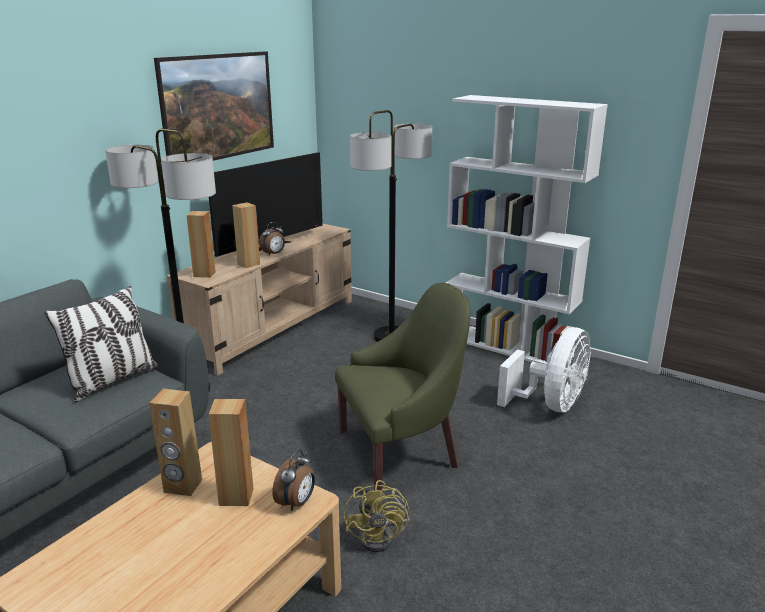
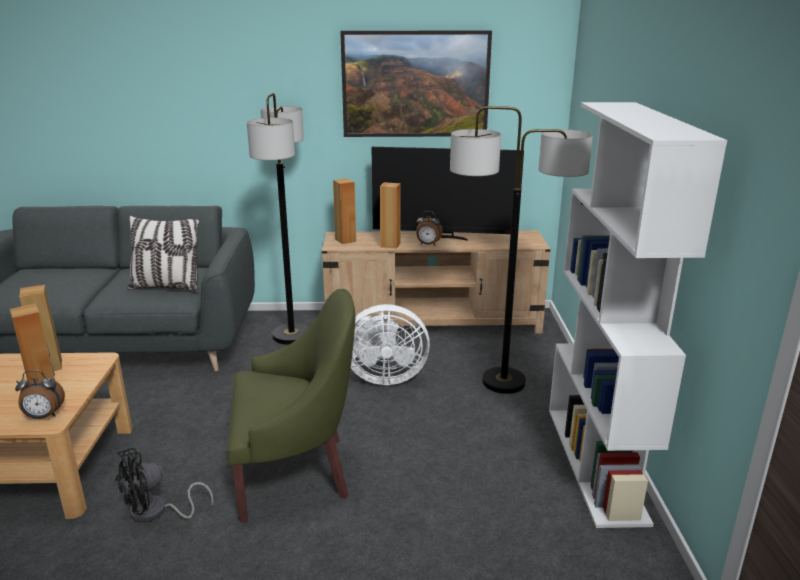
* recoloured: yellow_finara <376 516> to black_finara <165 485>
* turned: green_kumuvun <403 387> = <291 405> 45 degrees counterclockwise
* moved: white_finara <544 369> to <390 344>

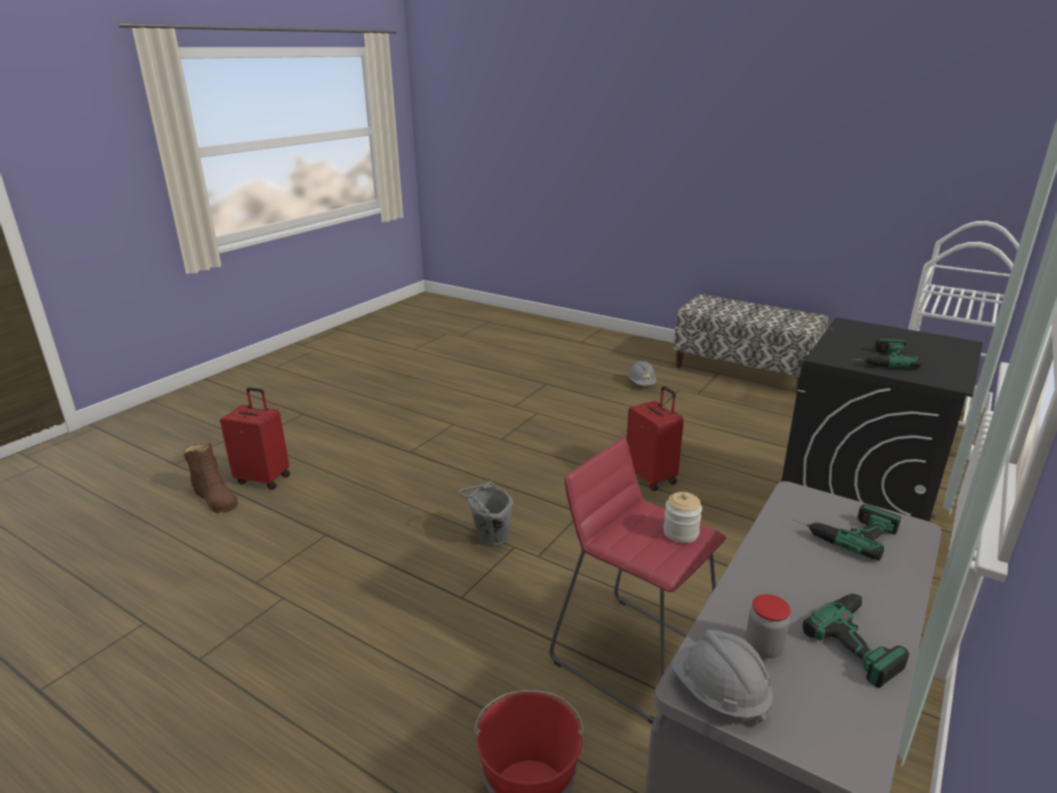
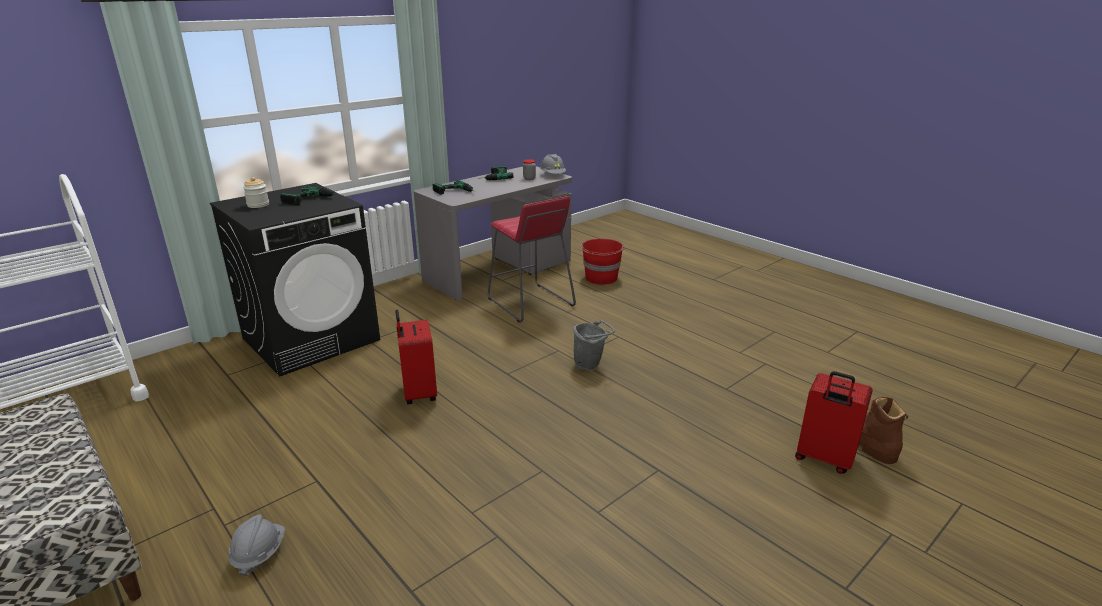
* moved: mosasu <682 517> to <256 192>

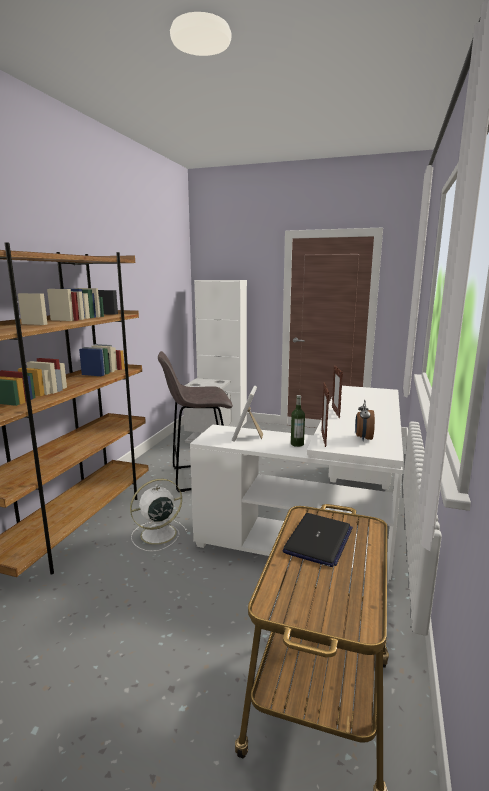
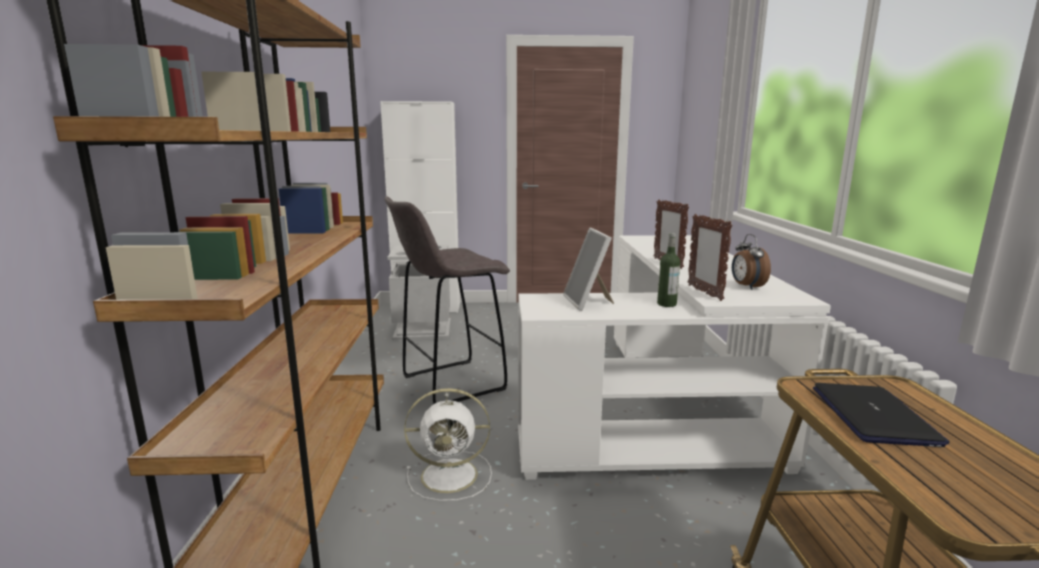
* turned: white_finara <159 515> = <448 444> 135 degrees counterclockwise

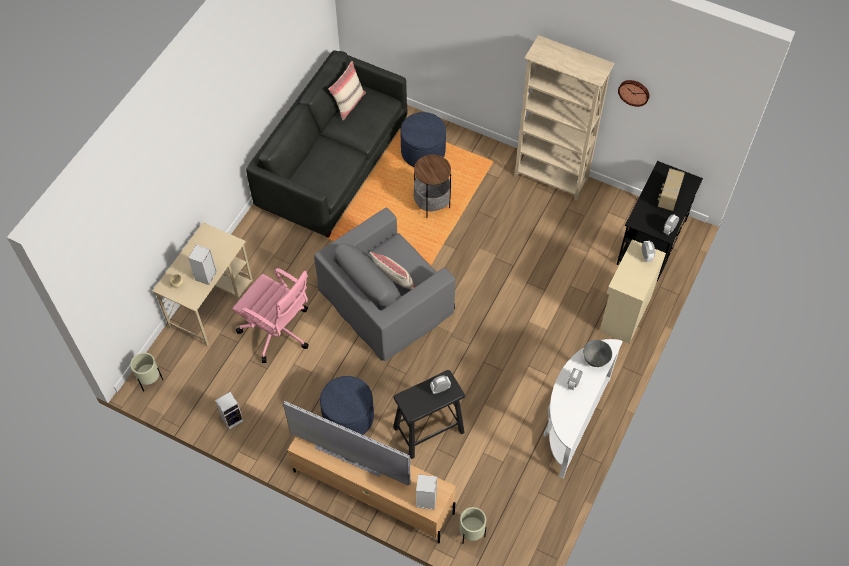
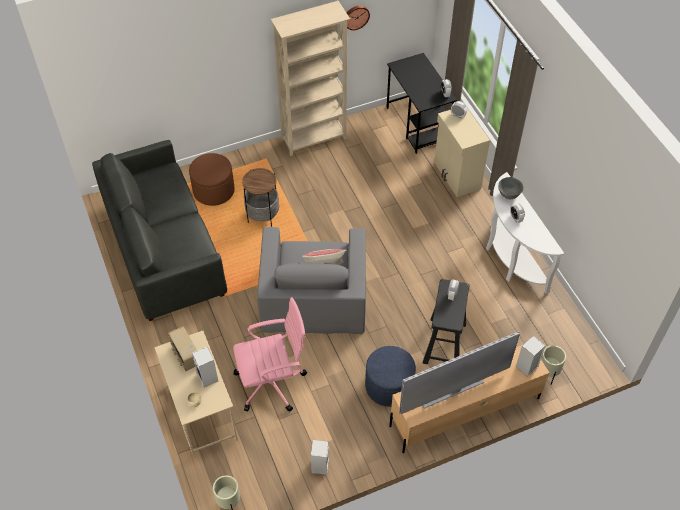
* moved: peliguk <671 189> to <182 348>
* recoloured: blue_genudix <423 139> to brown_genudix <212 179>
* removed: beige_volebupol <347 91>

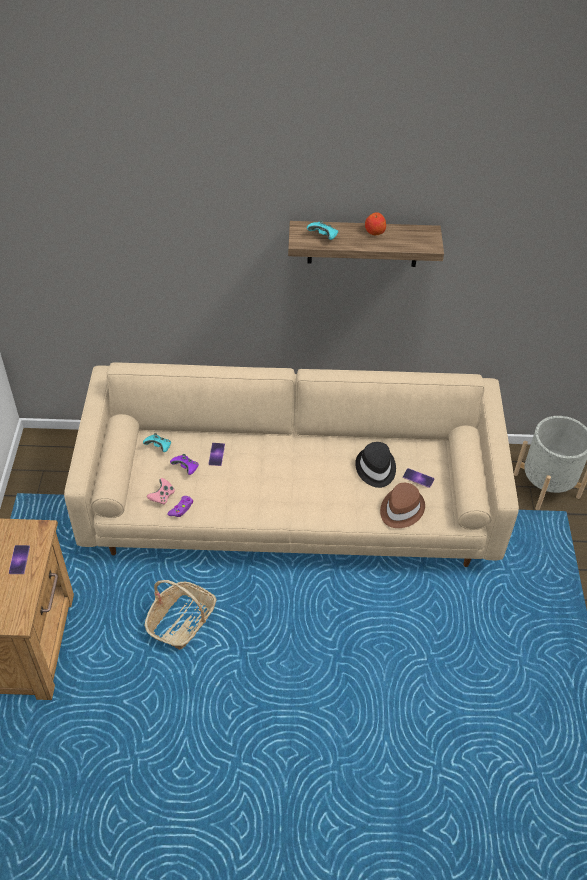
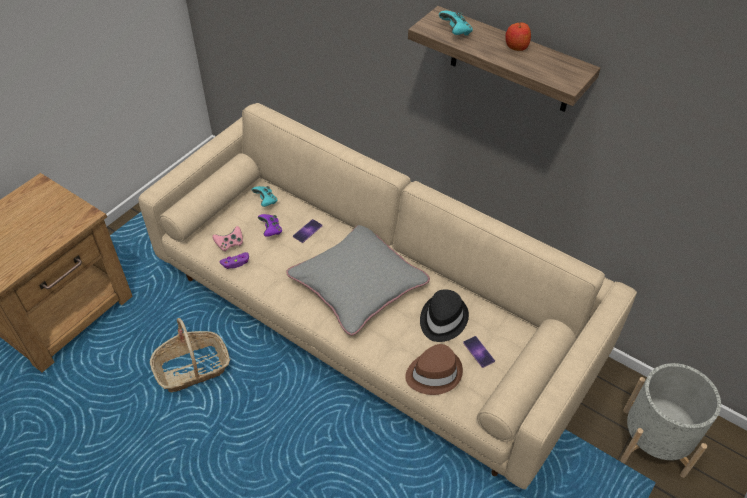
* added: grey_volebupol <358 280>
* removed: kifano <19 559>

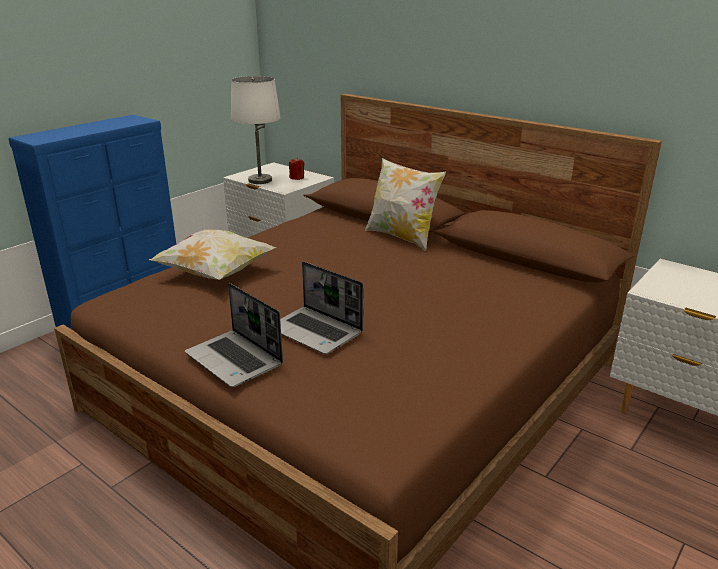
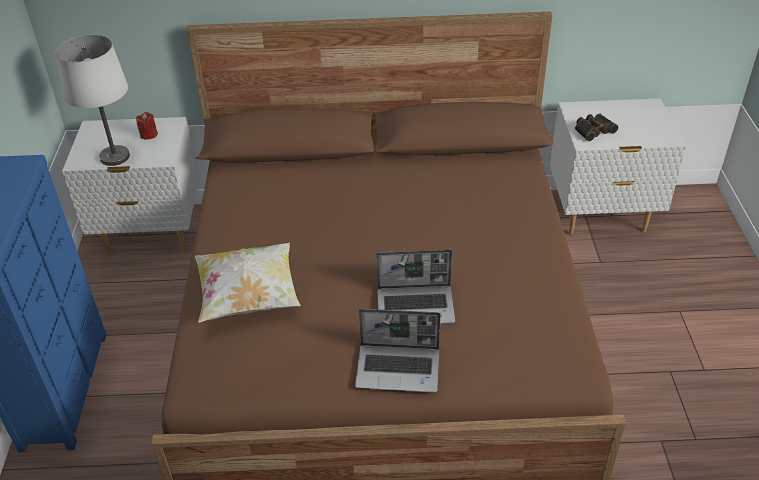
* added: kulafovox <596 127>
* removed: volebupol <405 204>

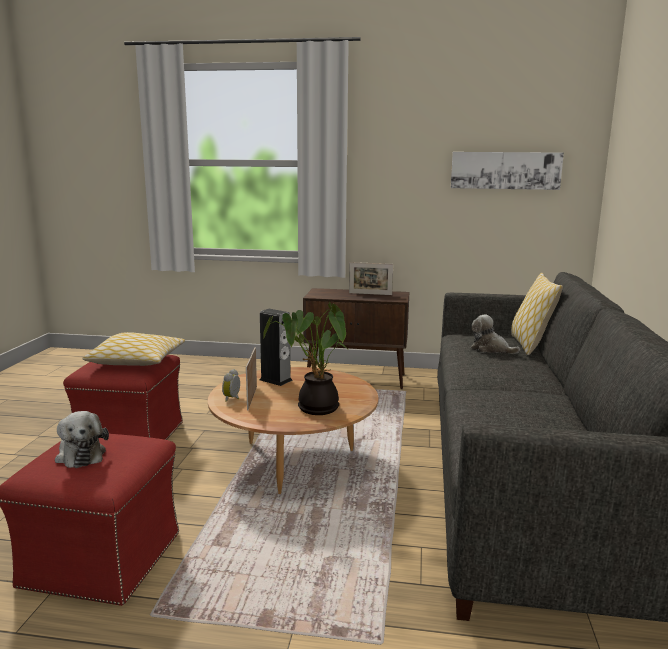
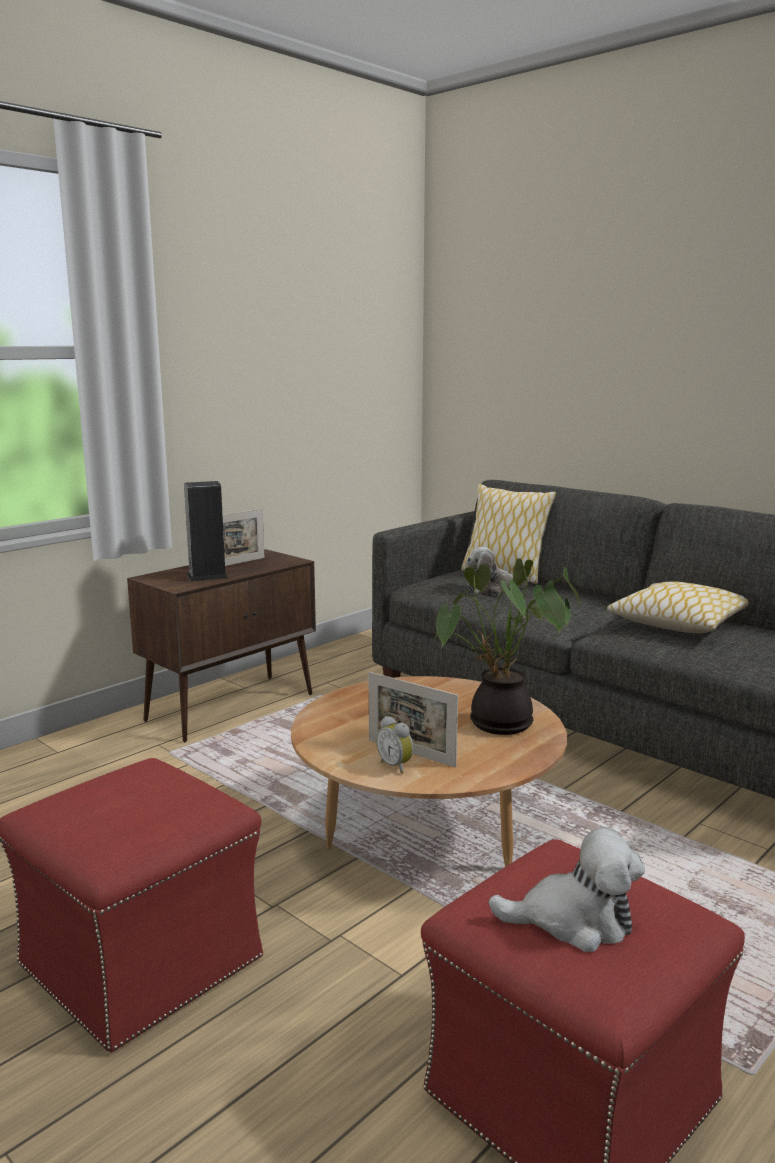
* moved: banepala <276 347> to <206 531>
* moved: volebupol <133 349> to <678 607>
* removed: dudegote <507 171>

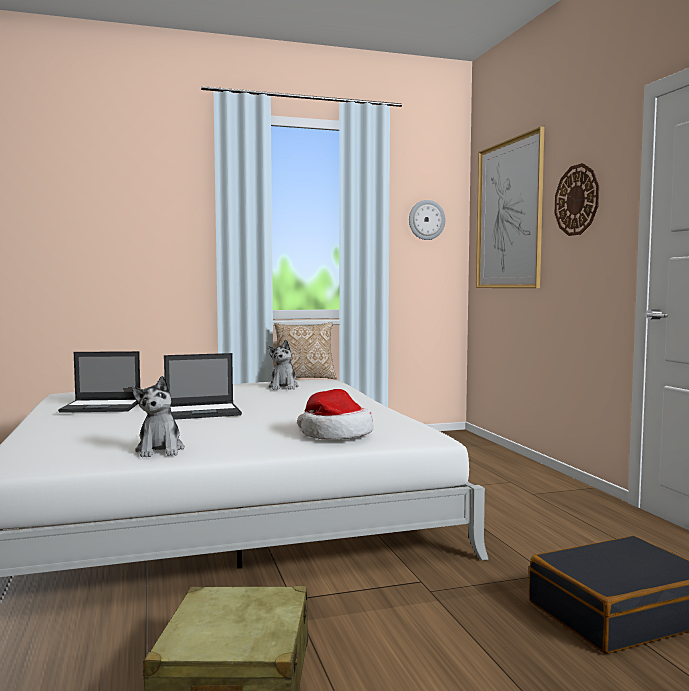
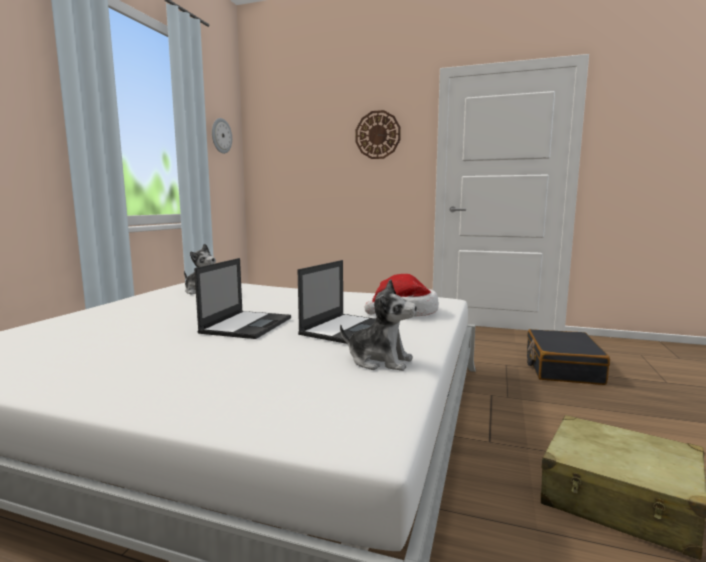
* moved: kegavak <99 382> to <337 302>
* removed: volebupol <305 350>
* removed: dudegote <510 207>

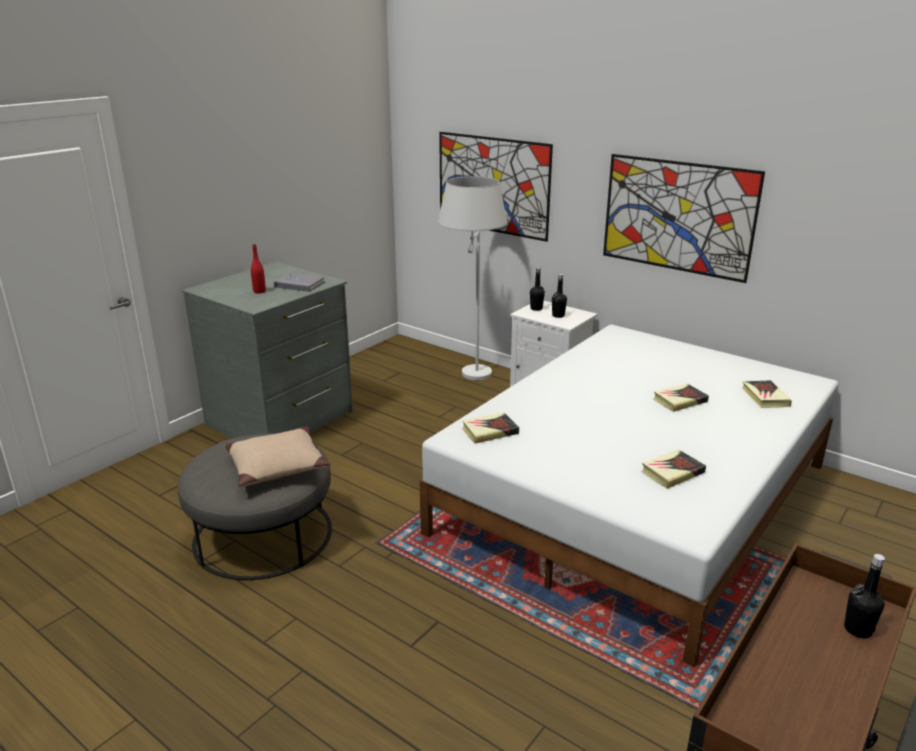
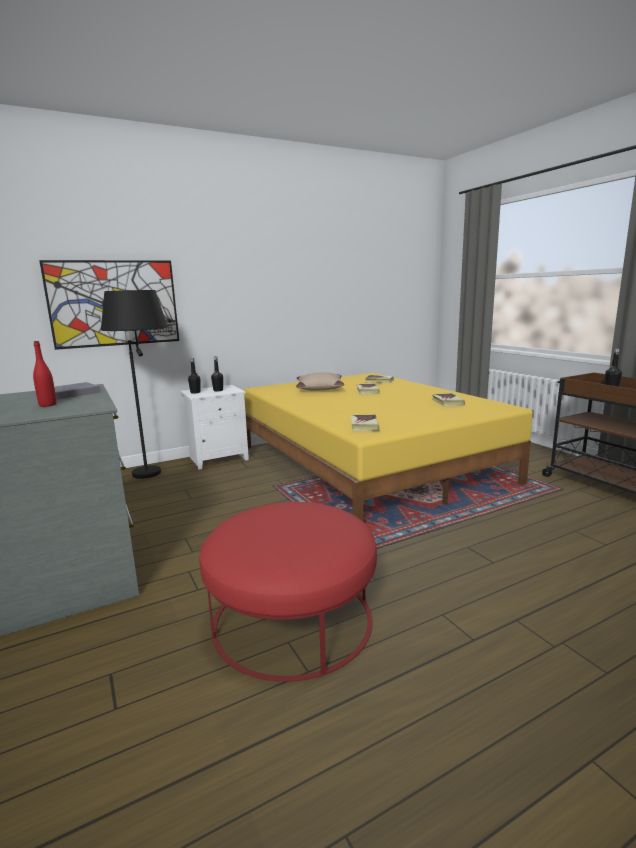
* recoloured: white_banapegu <472 278> to black_banapegu <134 384>
* recoloured: grey_genudix <255 507> to red_genudix <288 592>
* recoloured: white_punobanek <628 496> to yellow_punobanek <388 447>
* moved: beige_volebupol <278 457> to <320 381>
* removed: dudegote <684 218>

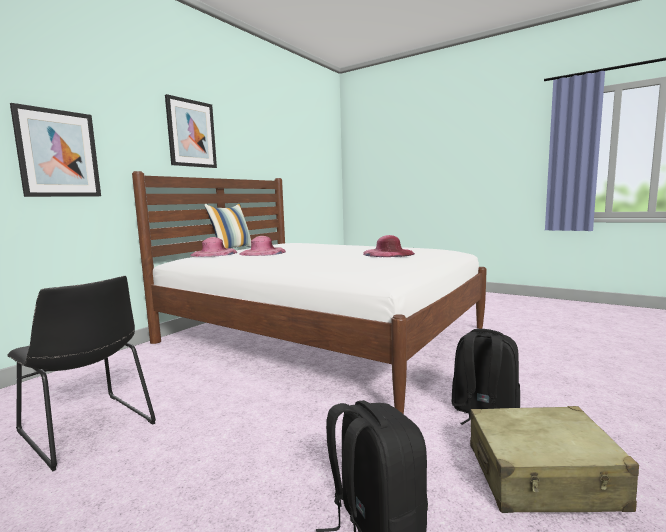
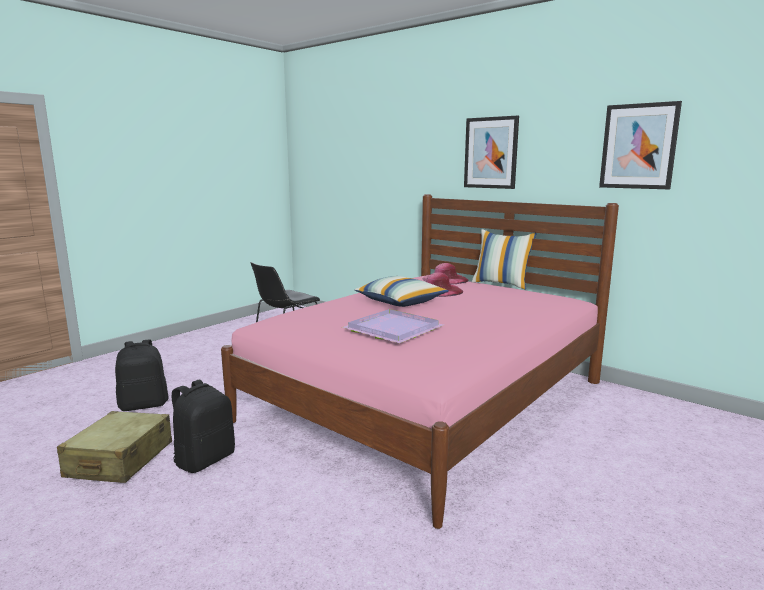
* recoloured: white_punobanek <309 292> to pink_punobanek <420 361>
* replaced: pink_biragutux <389 246> to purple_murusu <392 326>
* added: volebupol <401 291>
* moved: dudegote <55 150> to <640 145>

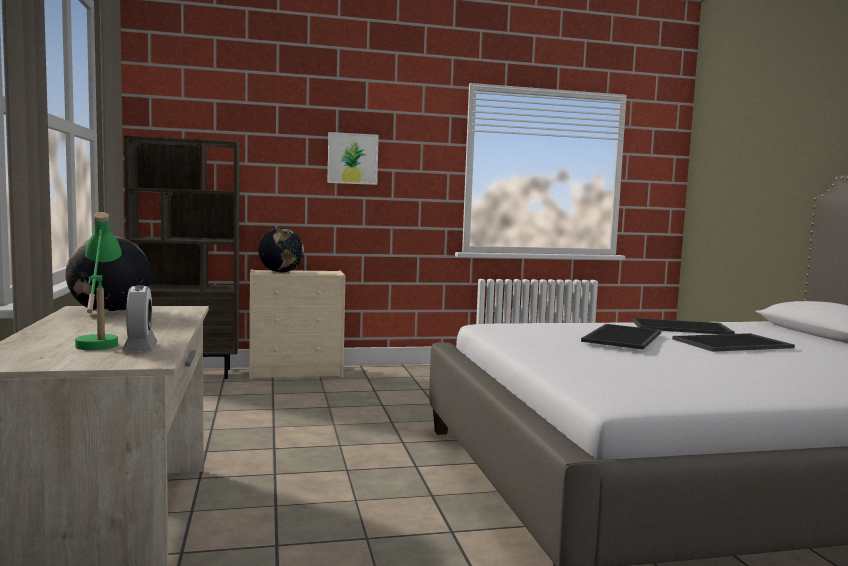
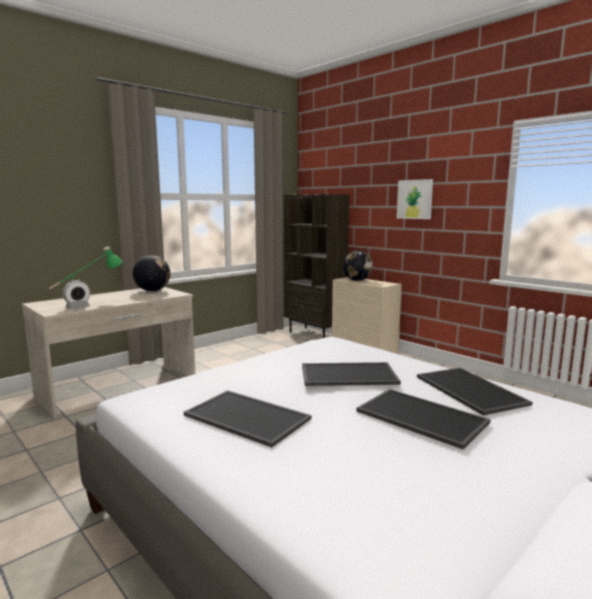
* added: murusu <247 418>

